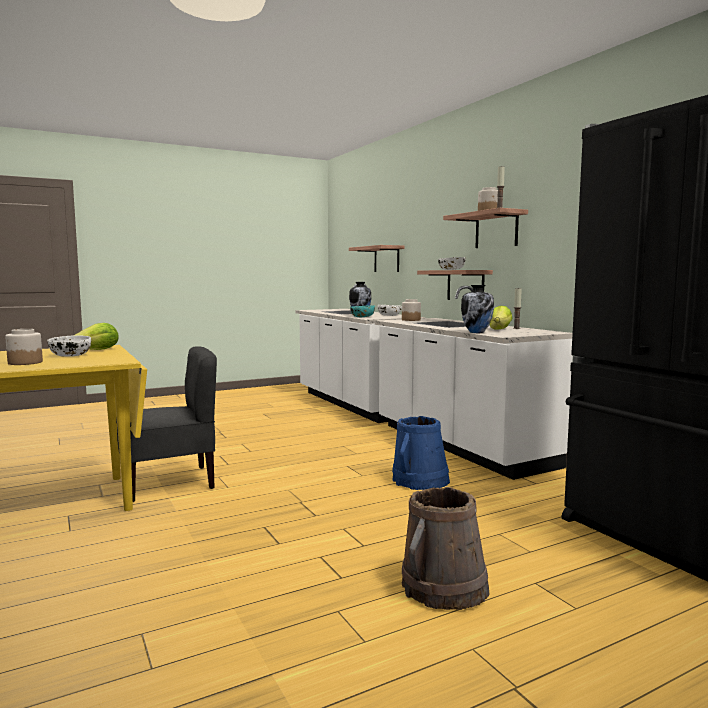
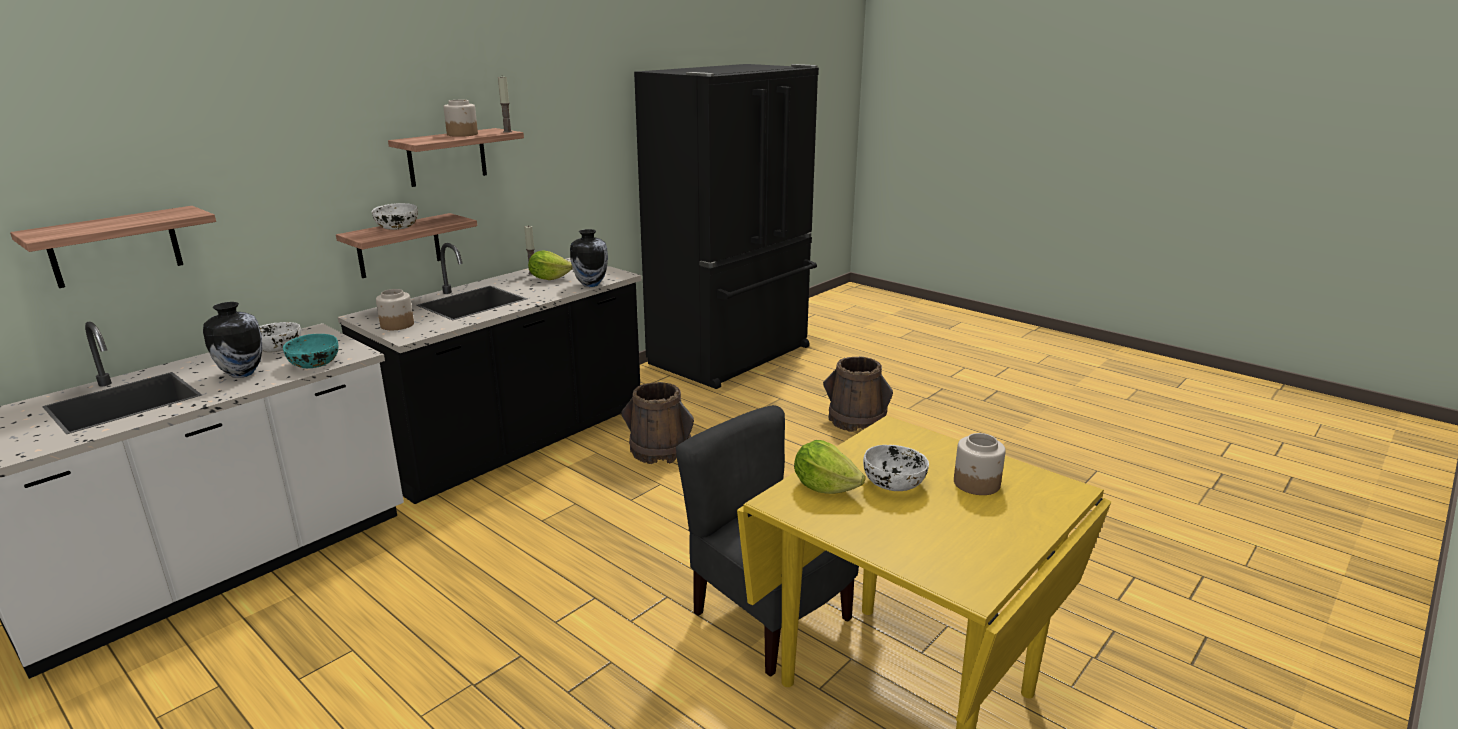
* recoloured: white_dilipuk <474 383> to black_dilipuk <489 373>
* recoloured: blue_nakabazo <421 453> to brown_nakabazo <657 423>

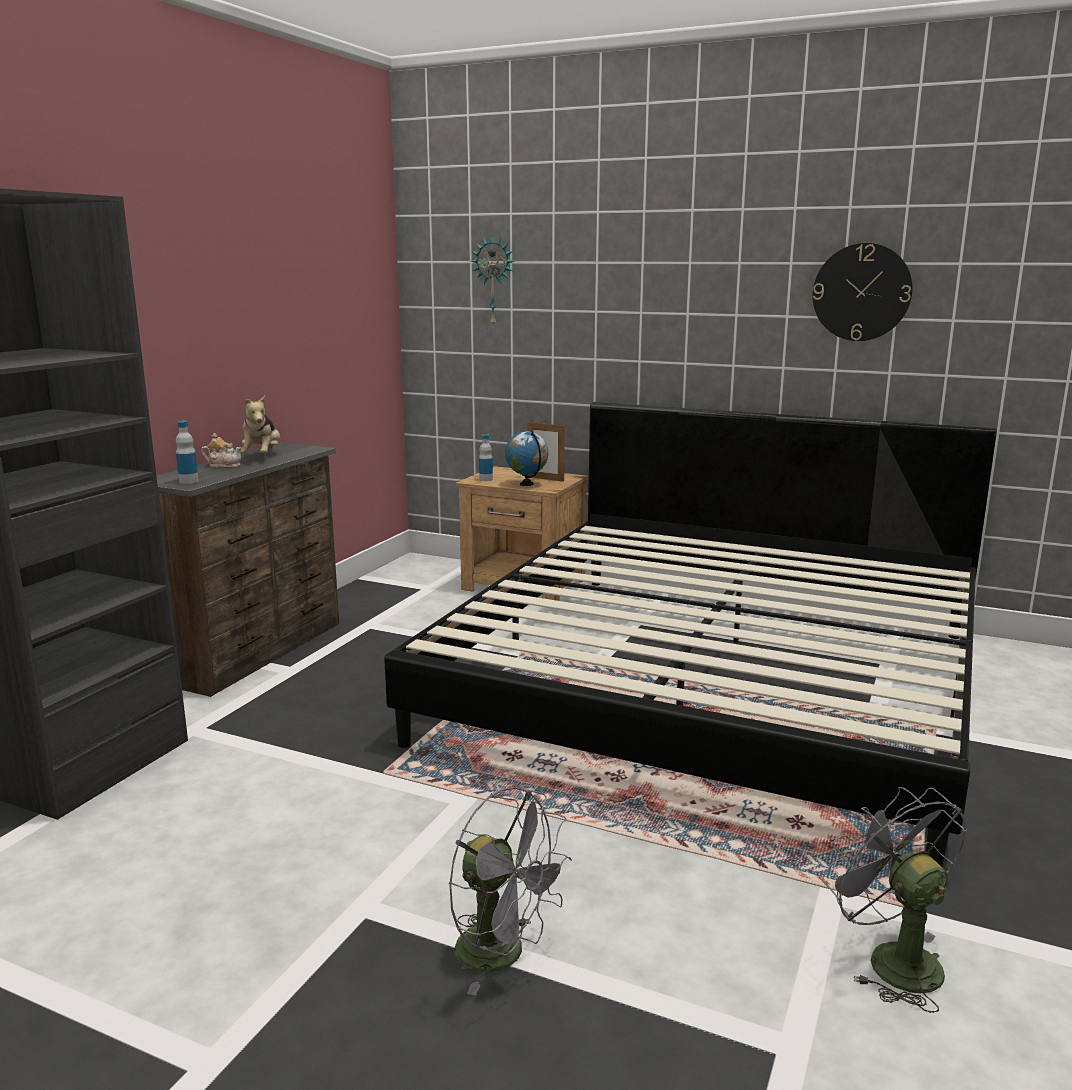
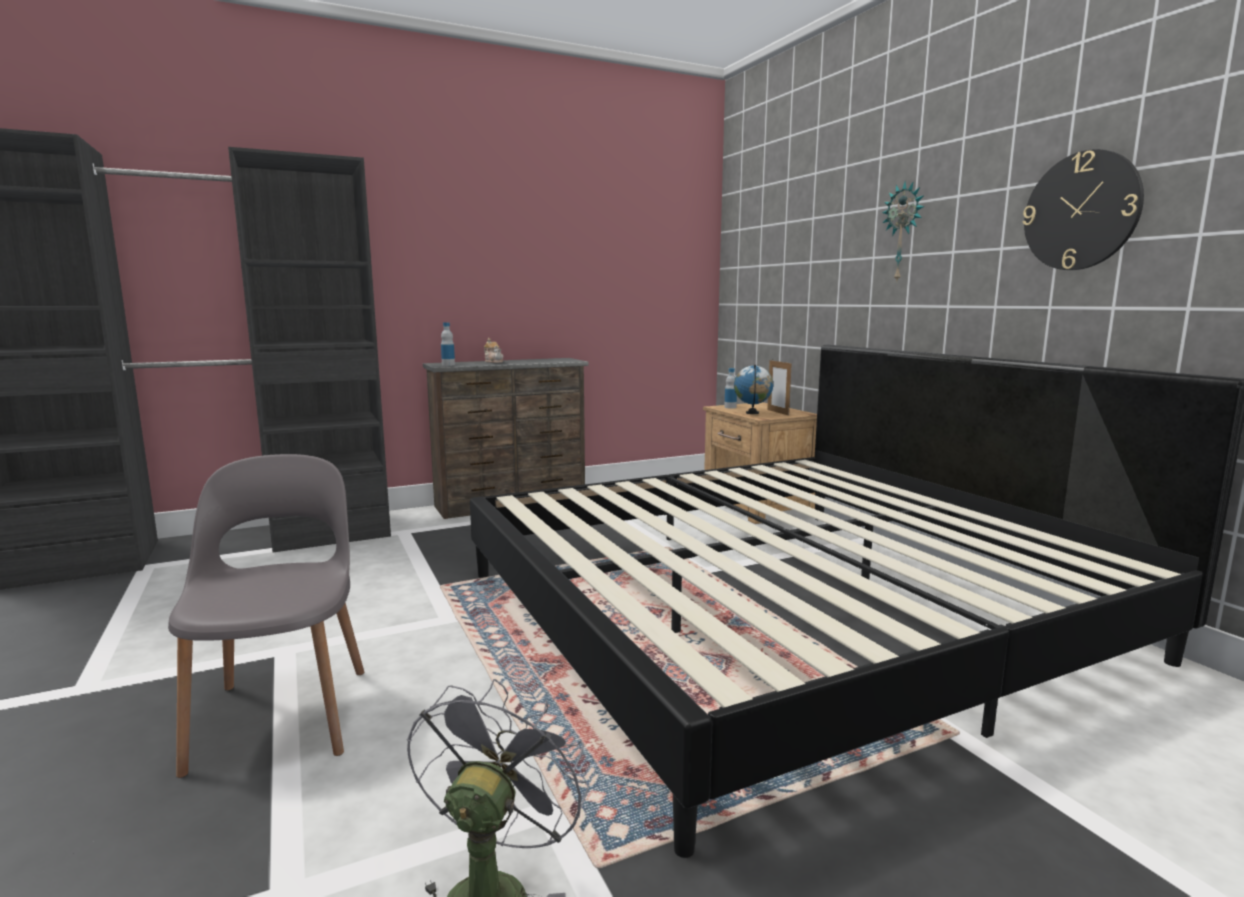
* replaced: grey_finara <510 891> to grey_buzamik <266 616>
* moved: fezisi <492 280> to <903 232>
* removed: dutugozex <260 424>

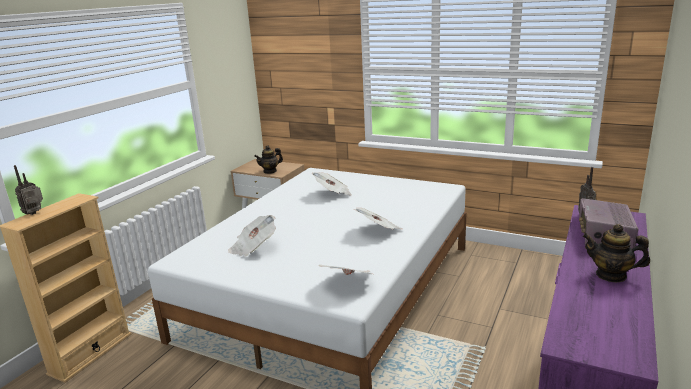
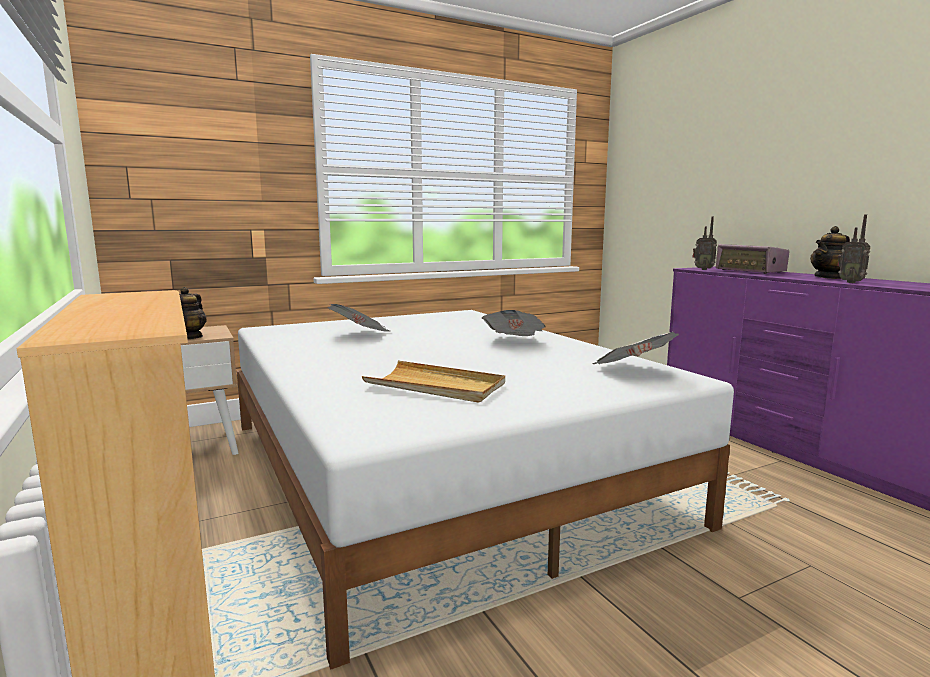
* replaced: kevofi <252 236> to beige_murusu <433 382>
* moved: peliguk <28 190> to <853 249>

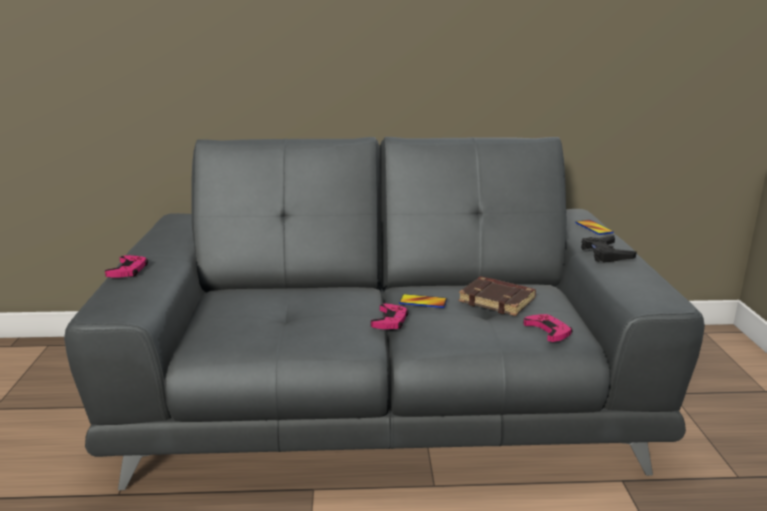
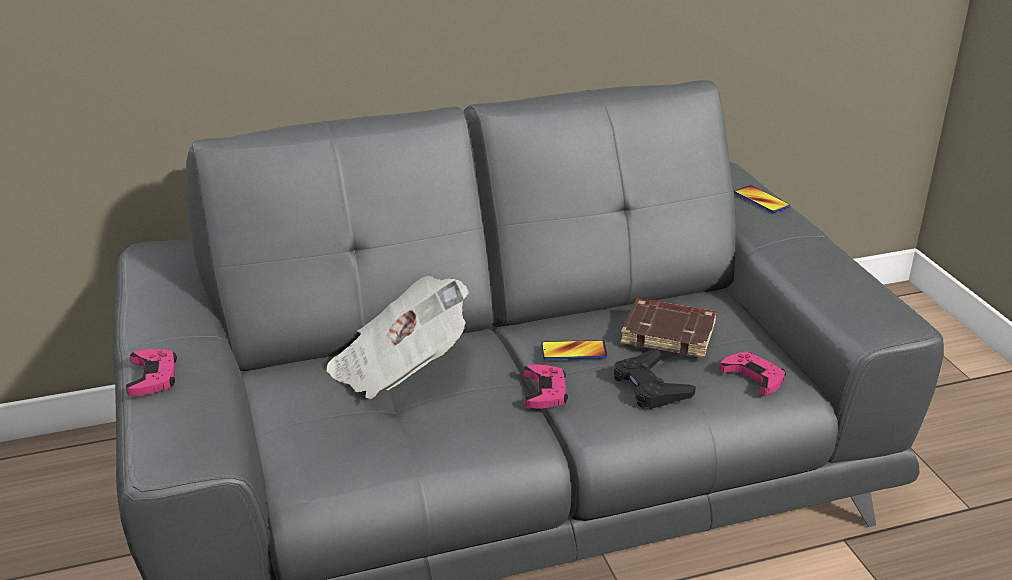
* added: kevofi <398 337>
* moved: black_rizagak <609 248> to <655 378>

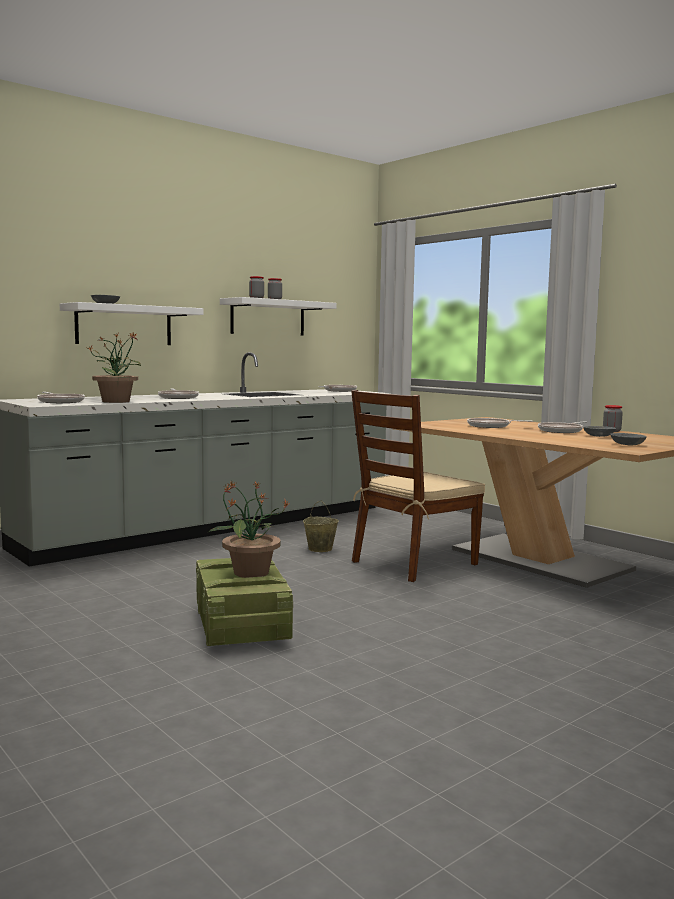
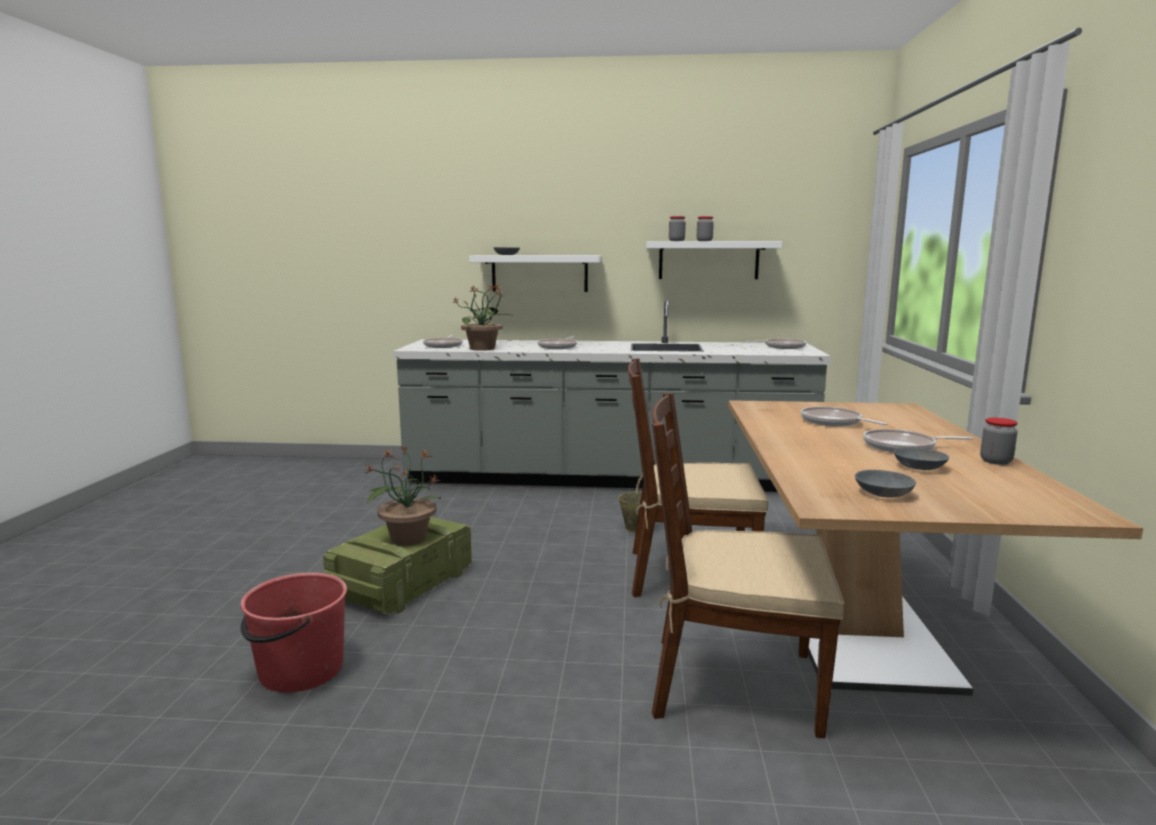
* added: red_nakabazo <293 632>
* added: brown_buzamik <748 565>

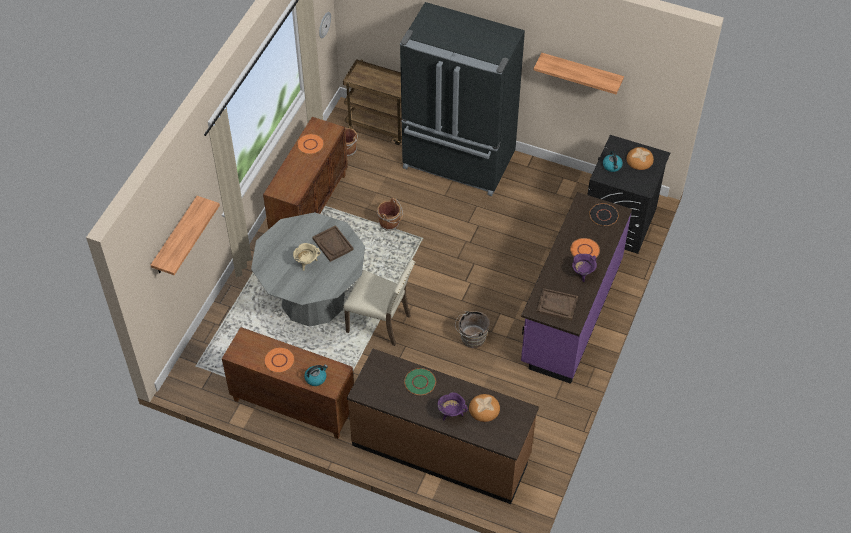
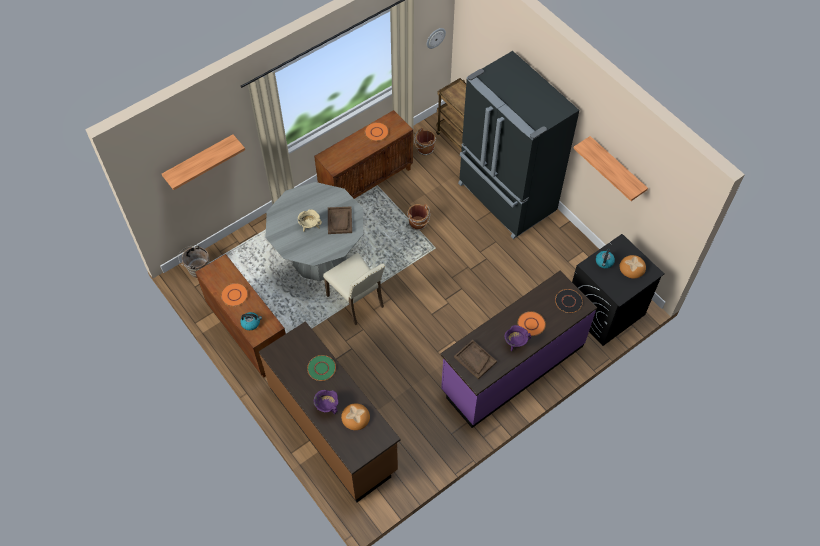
* moved: brown_nakabazo <472 329> to <194 261>

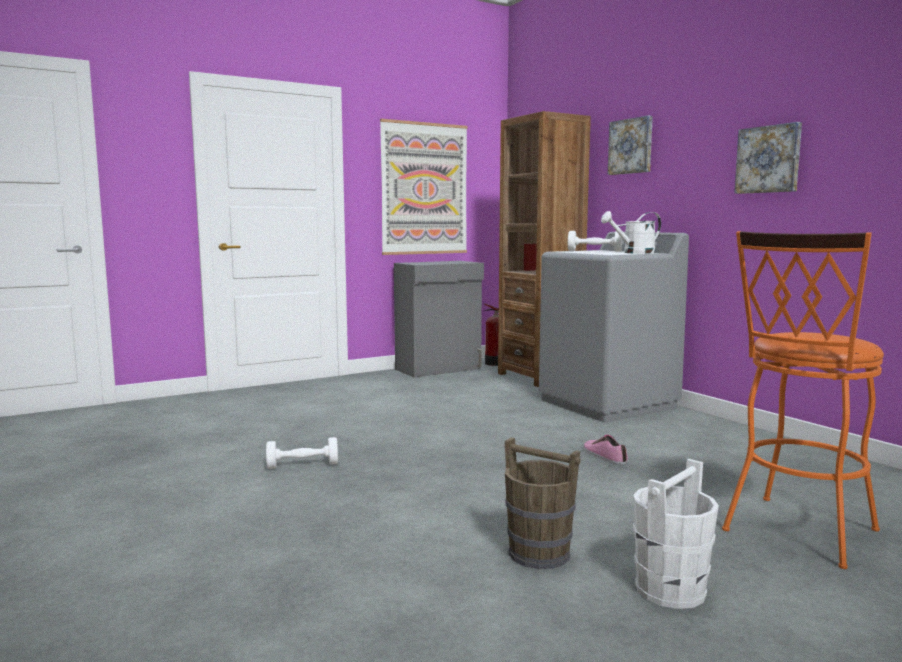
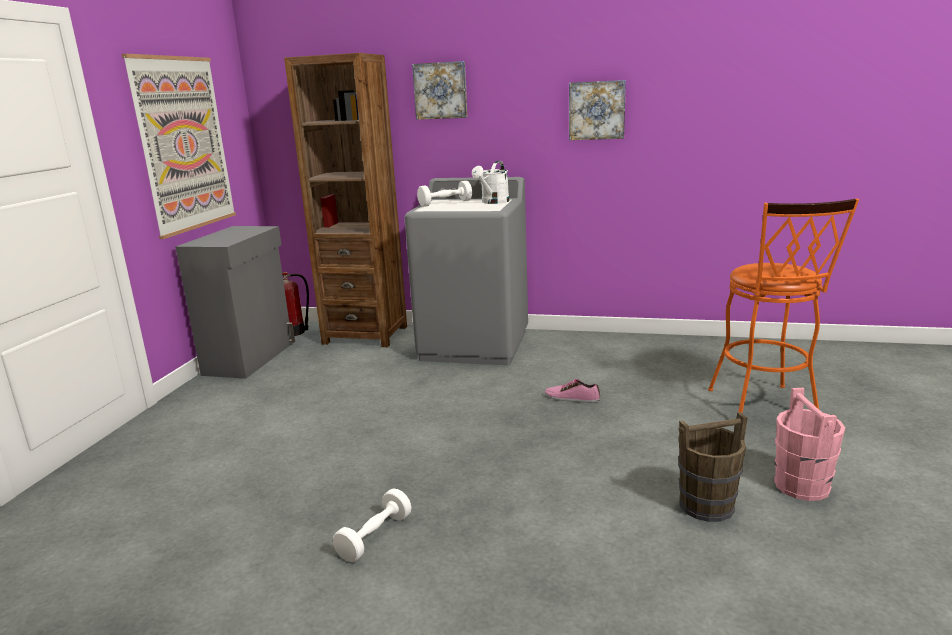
* recoloured: white_nakabazo <676 534> to pink_nakabazo <809 444>

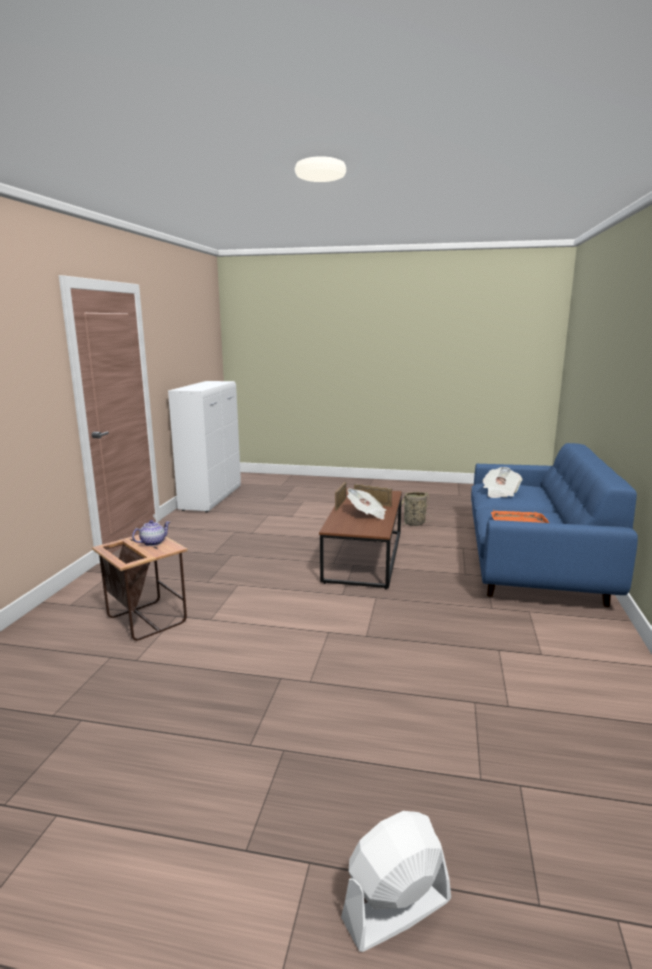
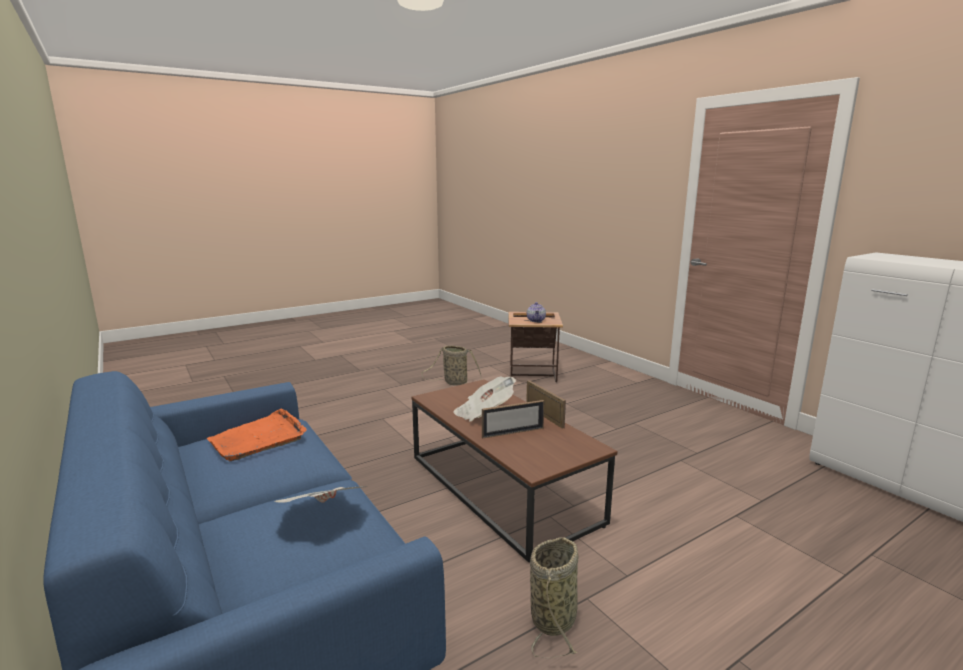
* added: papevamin <451 365>
* removed: white_finara <396 881>

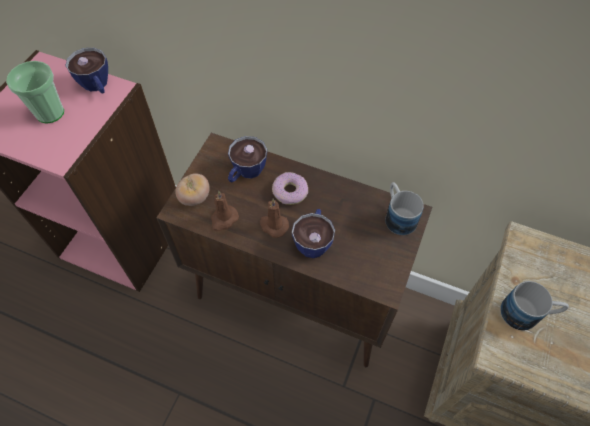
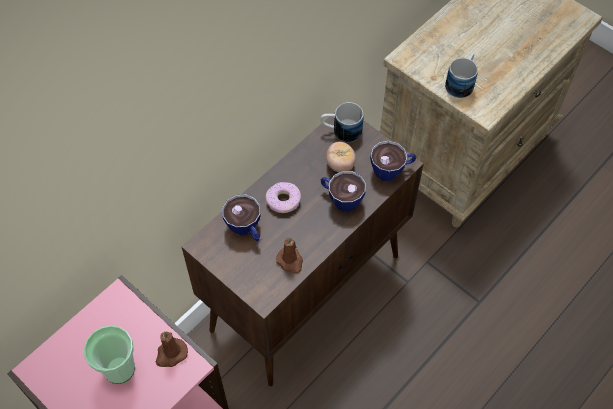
* moved: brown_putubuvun <274 218> to <172 349>
* moved: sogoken <192 189> to <341 156>
* moved: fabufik <86 71> to <393 160>

